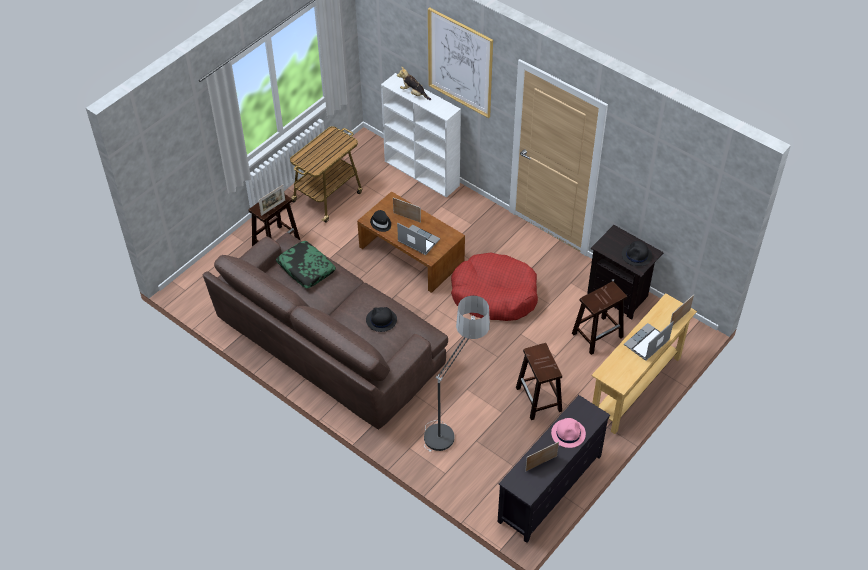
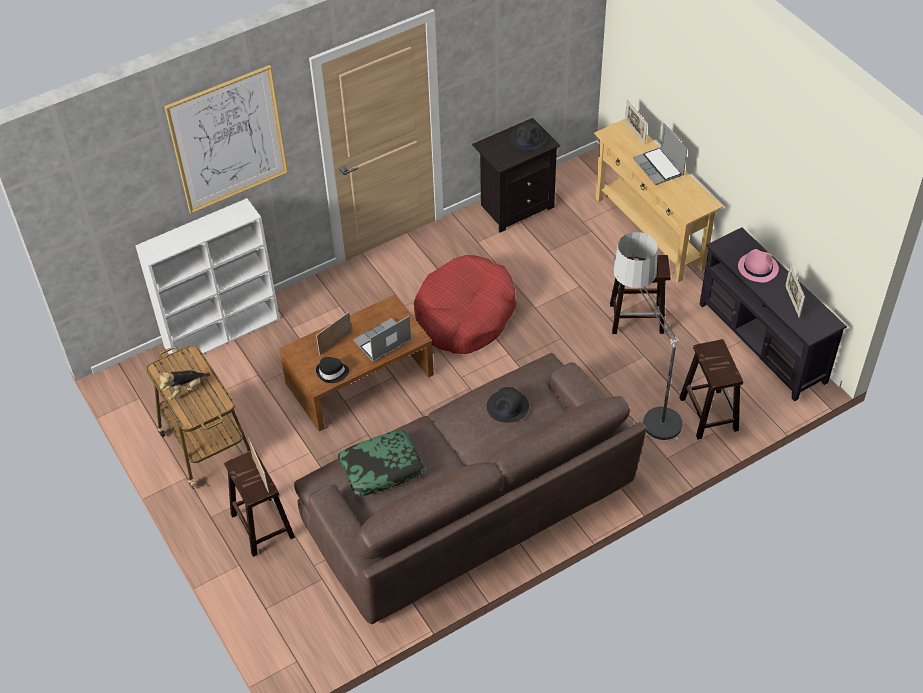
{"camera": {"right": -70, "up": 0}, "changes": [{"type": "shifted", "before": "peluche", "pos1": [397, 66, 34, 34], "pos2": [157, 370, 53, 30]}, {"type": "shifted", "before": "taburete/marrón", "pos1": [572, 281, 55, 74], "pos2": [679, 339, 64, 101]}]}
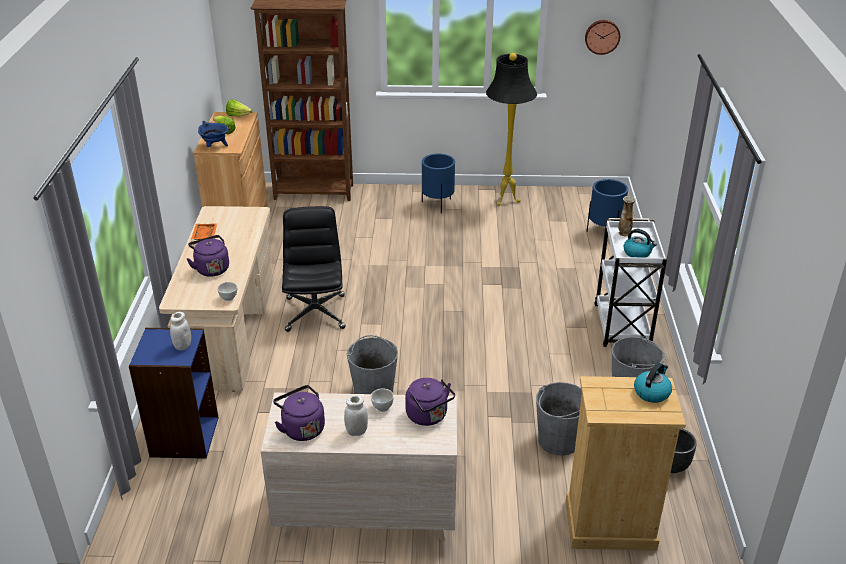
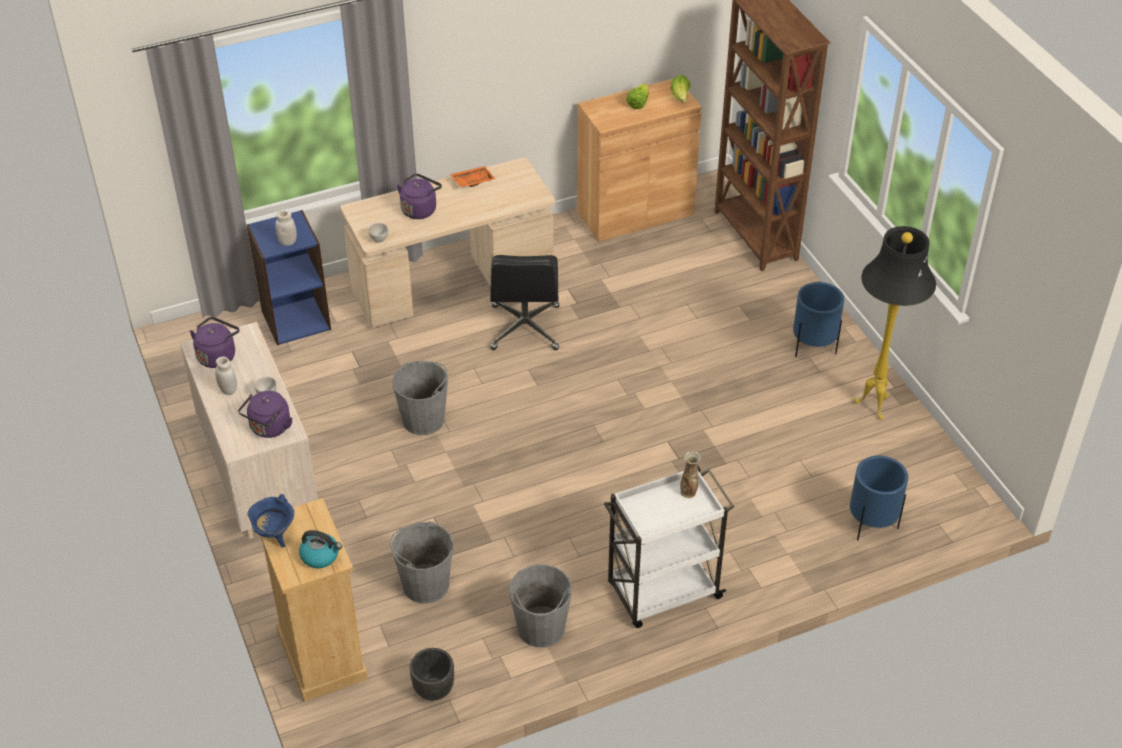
{"camera": {"right": 65, "up": 10}, "changes": [{"type": "shifted", "before": "olla/azul", "pos1": [198, 121, 31, 26], "pos2": [247, 494, 47, 53]}, {"type": "rotated", "before": "silla de oficina/negro", "pos1": [282, 206, 64, 126], "pos2": [490, 255, 69, 95], "turn": 120}, {"type": "gone", "before": "reloj de pared", "pos1": [585, 20, 35, 35]}, {"type": "gone", "before": "hervidor", "pos1": [624, 229, 33, 28]}]}
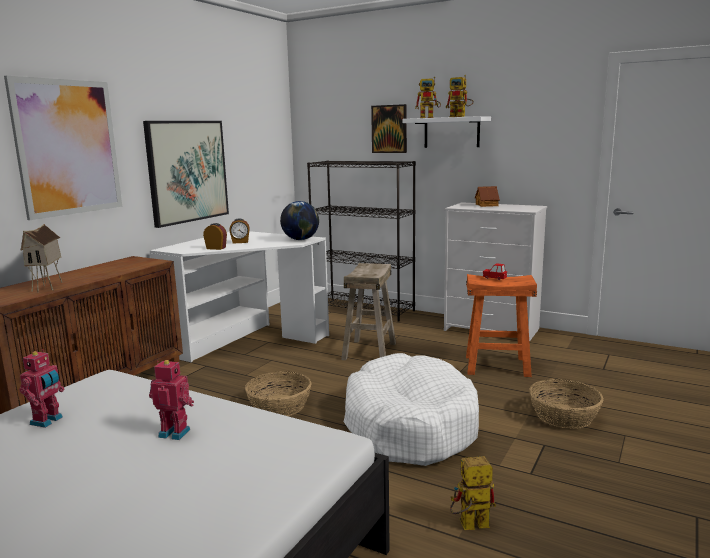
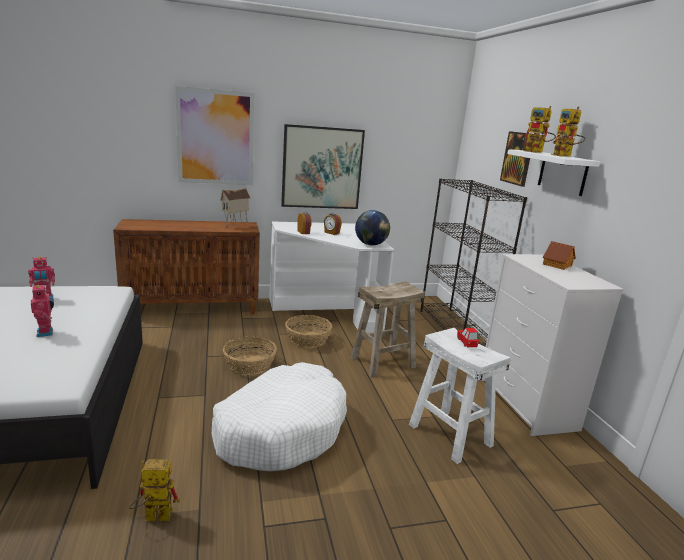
{"camera": {"right": 45, "up": 5}, "changes": [{"type": "shifted", "before": "casita", "pos1": [21, 224, 41, 69], "pos2": [221, 188, 30, 41]}, {"type": "rotated", "before": "robot de juguete", "pos1": [450, 456, 46, 74], "pos2": [129, 459, 51, 62], "turn": -45}, {"type": "repainted", "before": "taburete/naranja", "after": "taburete/blanco", "pos1": [466, 274, 71, 103], "pos2": [409, 328, 102, 136]}, {"type": "shifted", "before": "cesta", "pos1": [529, 379, 75, 50], "pos2": [285, 315, 47, 33]}]}
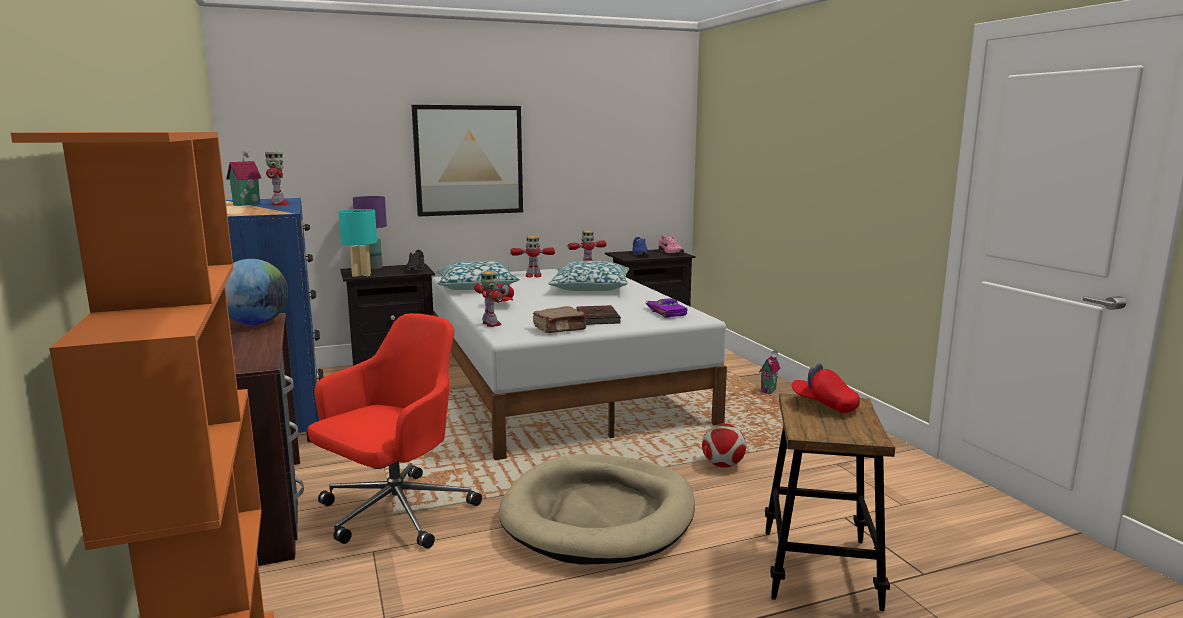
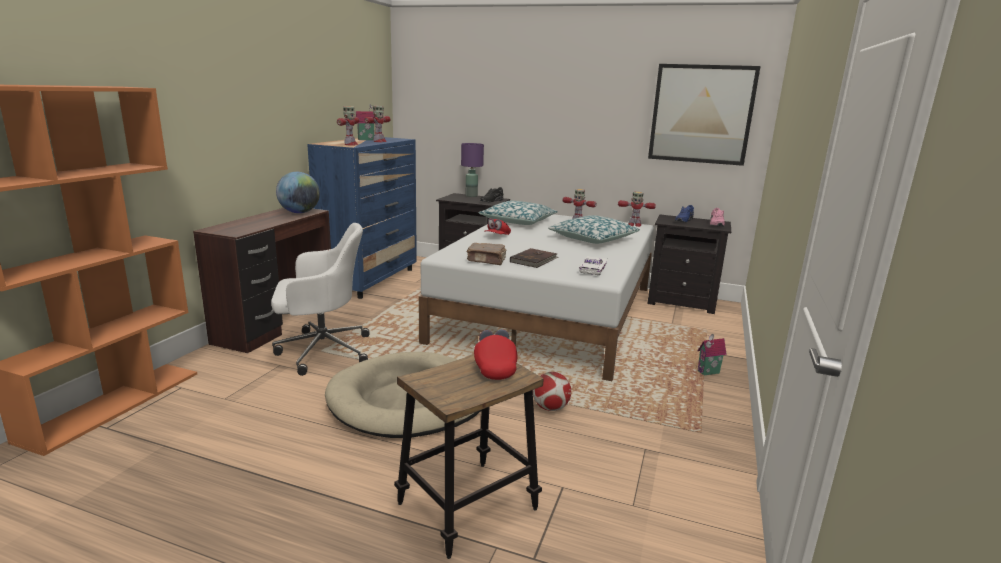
{"camera": {"right": 40, "up": 5}, "changes": [{"type": "repainted", "before": "silla de oficina/rojo", "after": "silla de oficina/blanco", "pos1": [307, 313, 175, 236], "pos2": [271, 223, 98, 153]}, {"type": "gone", "before": "lámpara de mesa/turquesa", "pos1": [339, 209, 38, 68]}, {"type": "shifted", "before": "cuadro", "pos1": [412, 105, 111, 112], "pos2": [648, 64, 113, 102]}, {"type": "shifted", "before": "robot de juguete", "pos1": [474, 271, 30, 56], "pos2": [337, 106, 22, 39]}, {"type": "repainted", "before": "coche de juguete/morado", "after": "coche de juguete/blanco", "pos1": [646, 299, 42, 19], "pos2": [579, 256, 28, 19]}]}
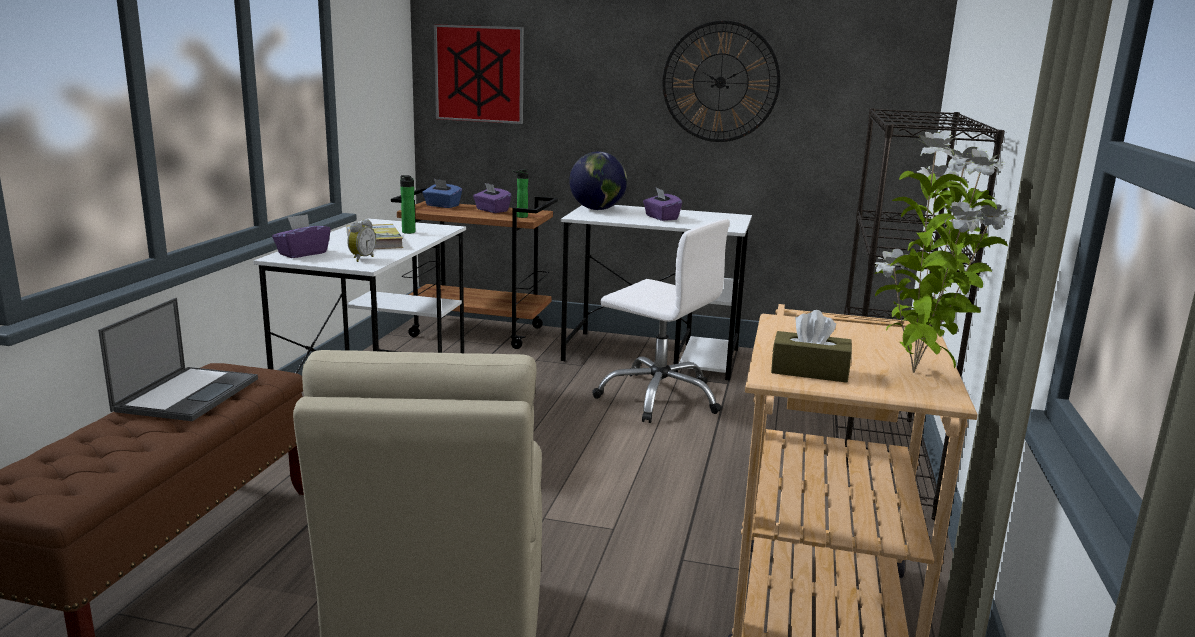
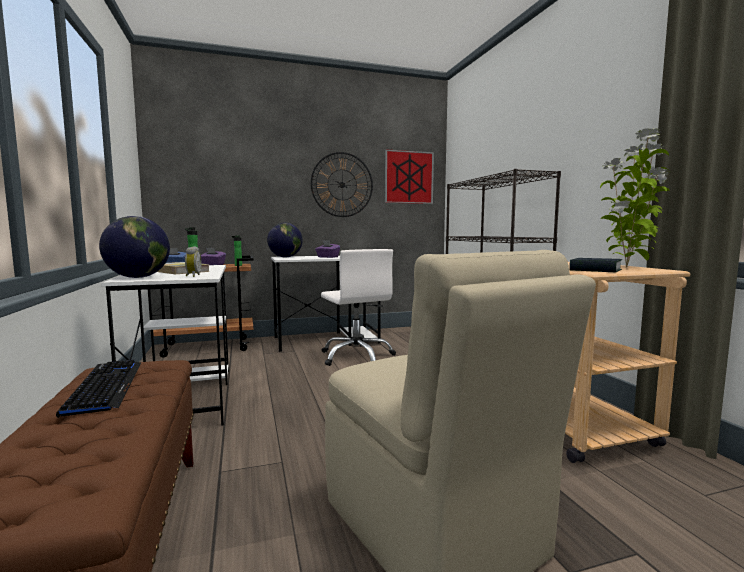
{"camera": {"right": -30, "up": -10}, "changes": [{"type": "swapped", "before": "portátil", "after": "teclado", "pos1": [98, 298, 160, 123], "pos2": [56, 360, 85, 58]}, {"type": "swapped", "before": "caja de pañuelos/morado", "after": "globo terráqueo", "pos1": [272, 214, 59, 44], "pos2": [99, 216, 71, 62]}, {"type": "shifted", "before": "cuadro", "pos1": [434, 24, 90, 100], "pos2": [385, 150, 49, 54]}, {"type": "rotated", "before": "silla de oficina/blanco", "pos1": [592, 219, 138, 204], "pos2": [321, 249, 75, 117], "turn": 60}, {"type": "swapped", "before": "caja de pañuelos/marrón", "after": "libro", "pos1": [771, 310, 81, 73], "pos2": [569, 258, 53, 14]}]}
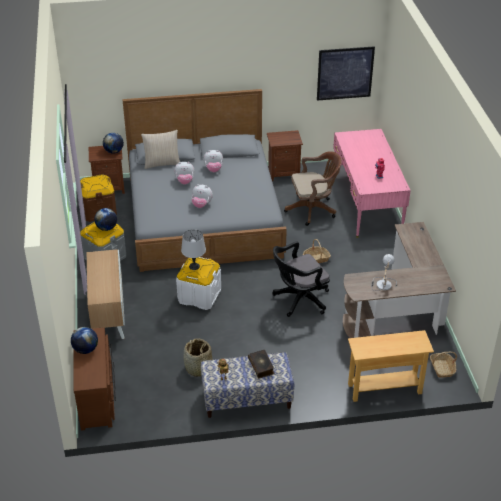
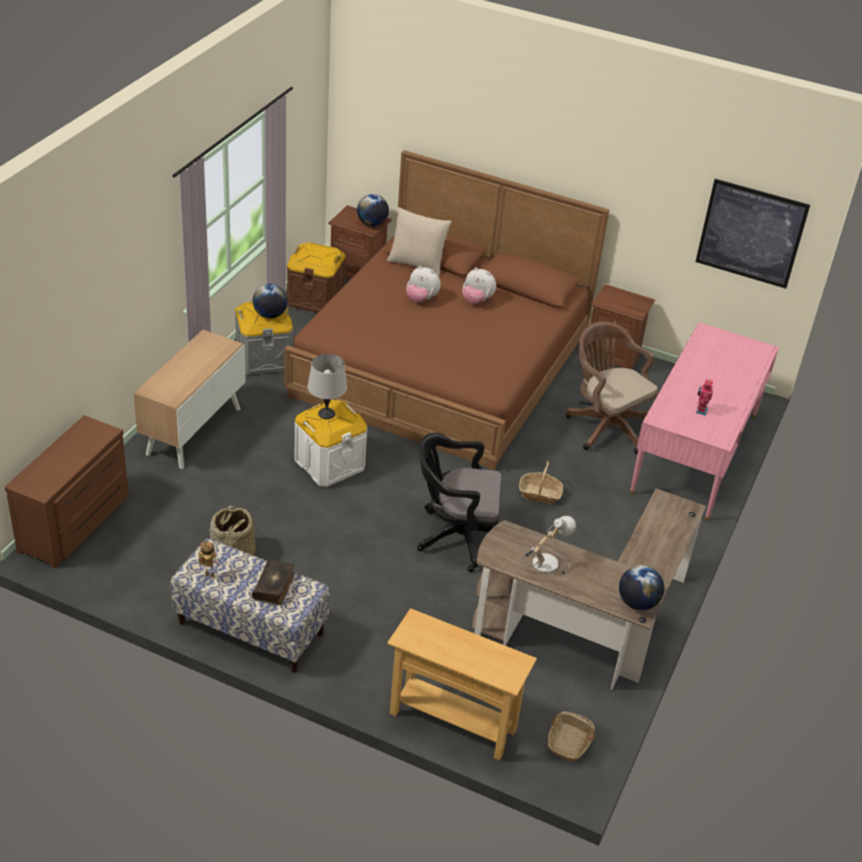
{"camera": {"right": 30, "up": 0}, "changes": [{"type": "shifted", "before": "globo terráqueo", "pos1": [71, 327, 27, 27], "pos2": [619, 565, 45, 45]}, {"type": "repainted", "before": "cama/gris", "after": "cama/marrón", "pos1": [122, 89, 165, 183], "pos2": [284, 150, 326, 320]}, {"type": "gone", "before": "peluche", "pos1": [191, 184, 22, 24]}, {"type": "rotated", "before": "silla de oficina/marrón", "pos1": [284, 151, 58, 75], "pos2": [566, 321, 92, 133], "turn": -150}]}
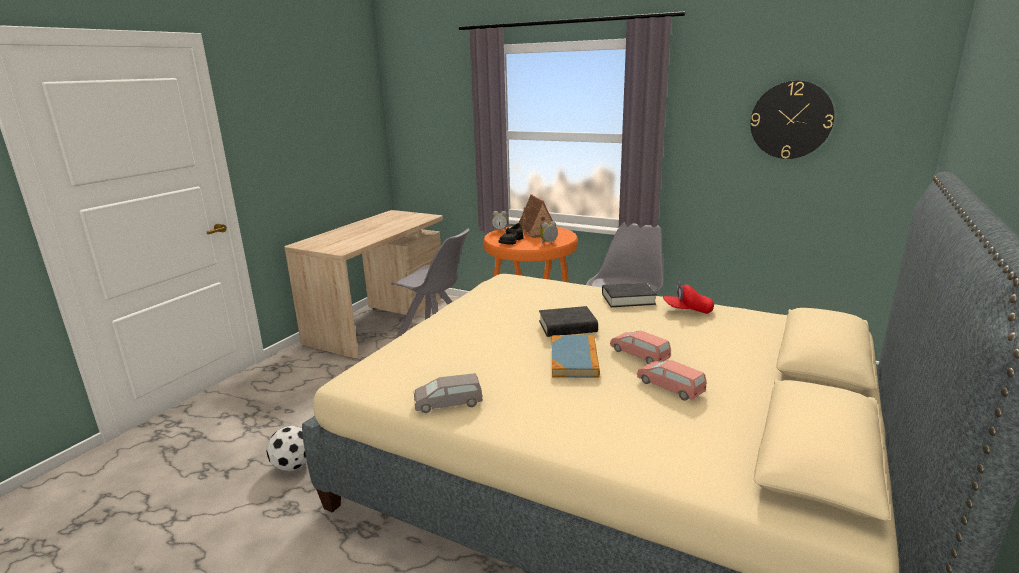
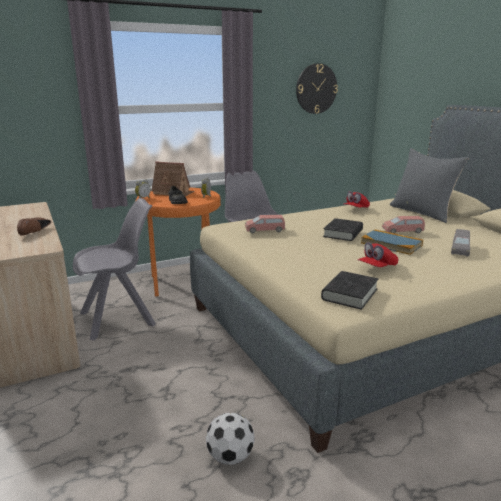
{"camera": {"right": -55, "up": 0}, "changes": [{"type": "shifted", "before": "coche de juguete/gris", "pos1": [414, 373, 69, 40], "pos2": [451, 229, 19, 28]}, {"type": "shifted", "before": "libro/negro", "pos1": [602, 282, 55, 25], "pos2": [321, 271, 57, 39]}, {"type": "shifted", "before": "coche de juguete/rosa", "pos1": [637, 360, 70, 41], "pos2": [245, 215, 40, 18]}, {"type": "new", "after": "zapato/marrón", "pos2": [17, 217, 34, 19]}, {"type": "new", "after": "gorra/rojo", "pos2": [358, 242, 40, 25]}, {"type": "new", "after": "cojín/gris", "pos2": [390, 148, 79, 75]}]}
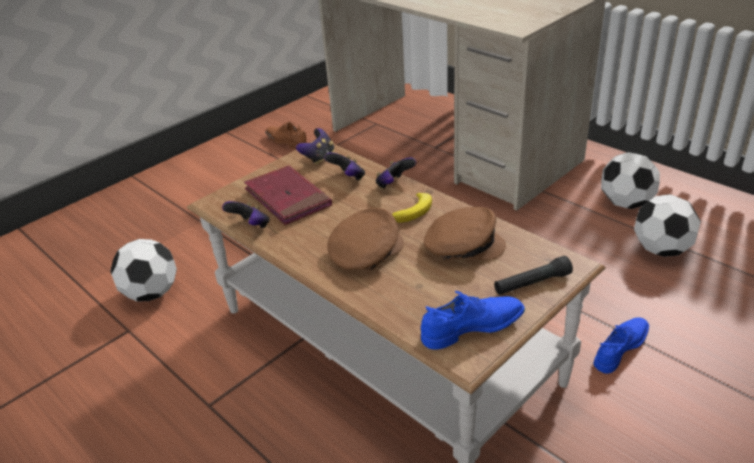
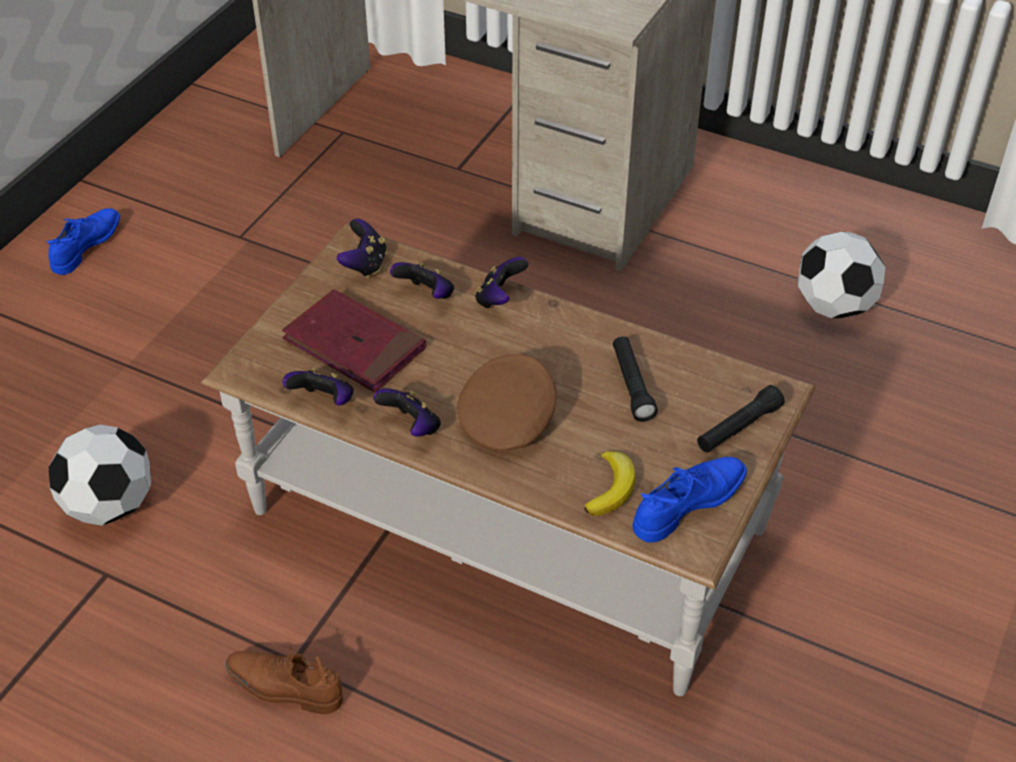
{"camera": {"right": -20, "up": 10}, "changes": [{"type": "shifted", "before": "zapato/marrón", "pos1": [265, 121, 42, 28], "pos2": [225, 646, 118, 68]}, {"type": "shifted", "before": "plátano", "pos1": [392, 193, 40, 30], "pos2": [584, 451, 52, 65]}, {"type": "swapped", "before": "gorra/marrón", "after": "linterna/negro", "pos1": [424, 207, 82, 53], "pos2": [613, 336, 45, 86]}, {"type": "shifted", "before": "zapato/azul", "pos1": [594, 317, 55, 57], "pos2": [46, 208, 74, 67]}, {"type": "gone", "before": "balón de fútbol", "pos1": [601, 152, 59, 57]}, {"type": "new", "after": "mando de consola", "pos2": [373, 388, 68, 49]}]}
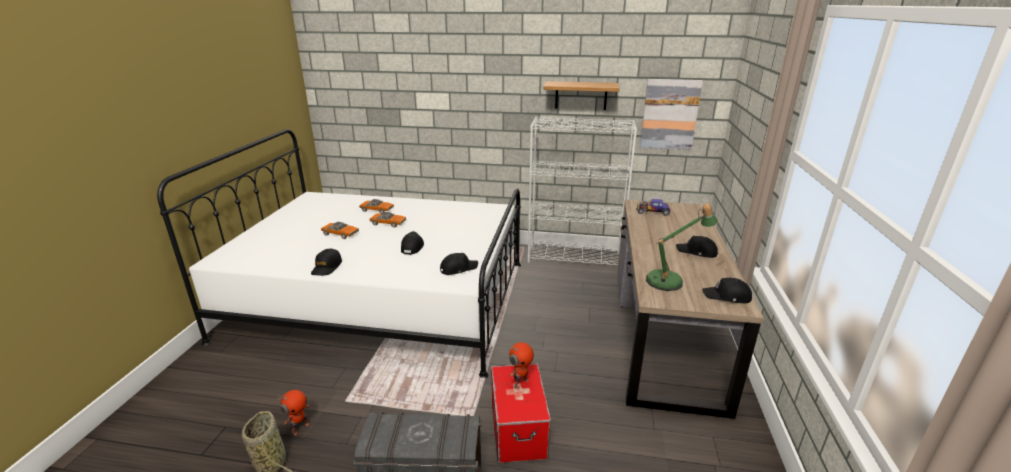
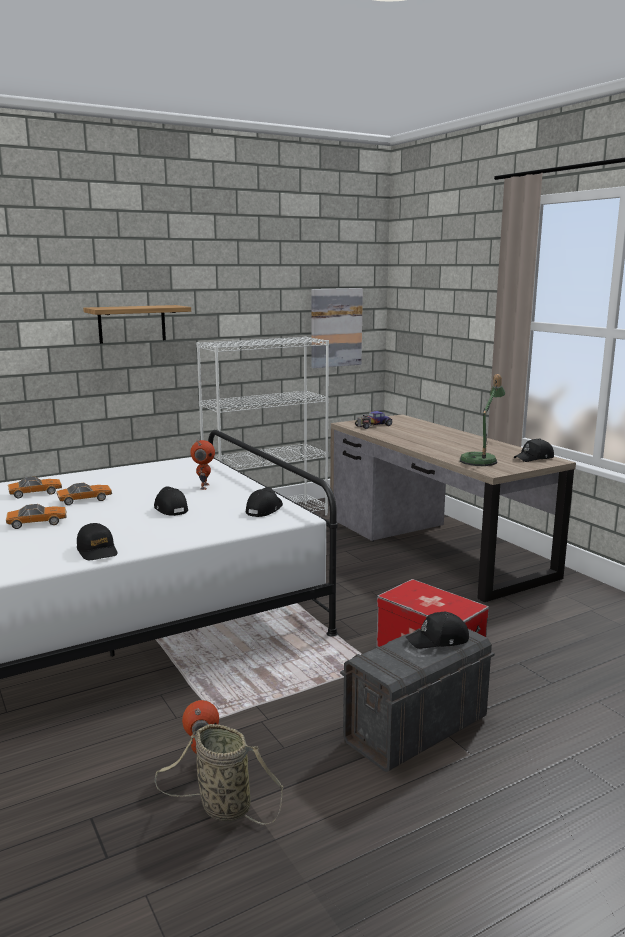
{"camera": {"right": -40, "up": -10}, "changes": [{"type": "shifted", "before": "robot de juguete", "pos1": [509, 342, 25, 47], "pos2": [190, 439, 25, 51]}, {"type": "shifted", "before": "estante", "pos1": [543, 81, 77, 29], "pos2": [83, 305, 108, 39]}, {"type": "shifted", "before": "gorra/negro", "pos1": [676, 236, 42, 22], "pos2": [406, 612, 63, 37]}]}
